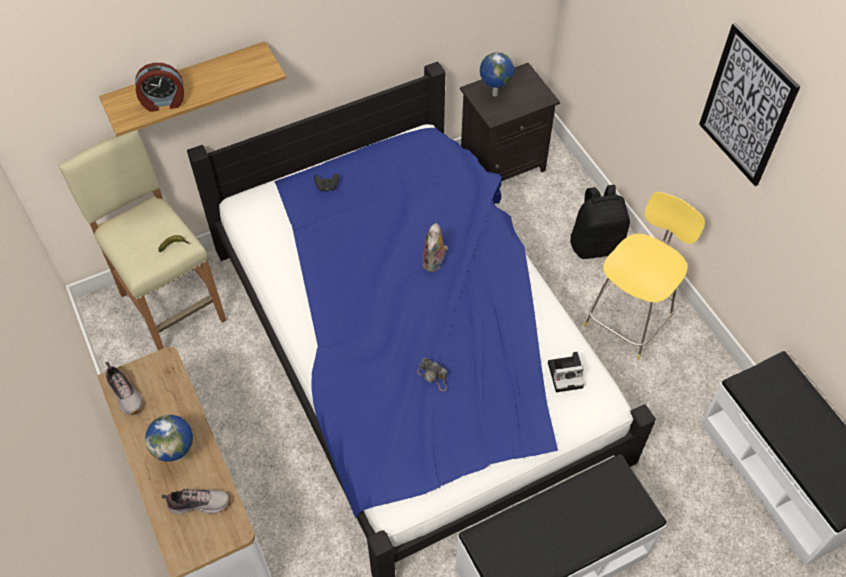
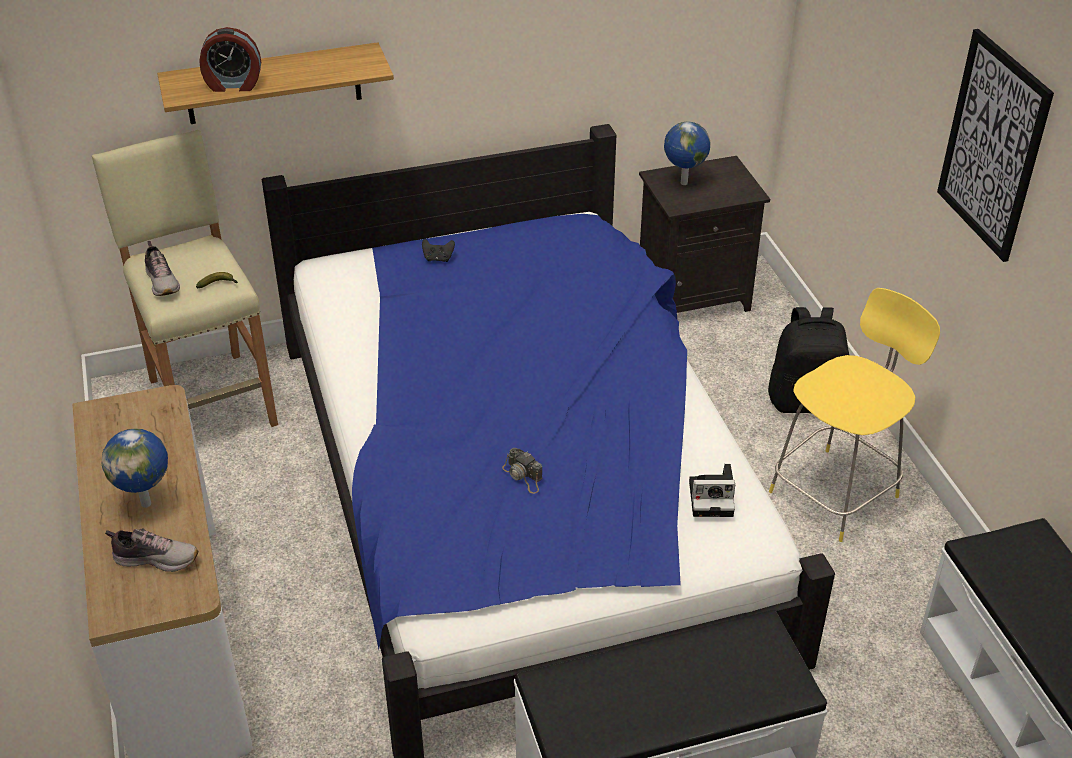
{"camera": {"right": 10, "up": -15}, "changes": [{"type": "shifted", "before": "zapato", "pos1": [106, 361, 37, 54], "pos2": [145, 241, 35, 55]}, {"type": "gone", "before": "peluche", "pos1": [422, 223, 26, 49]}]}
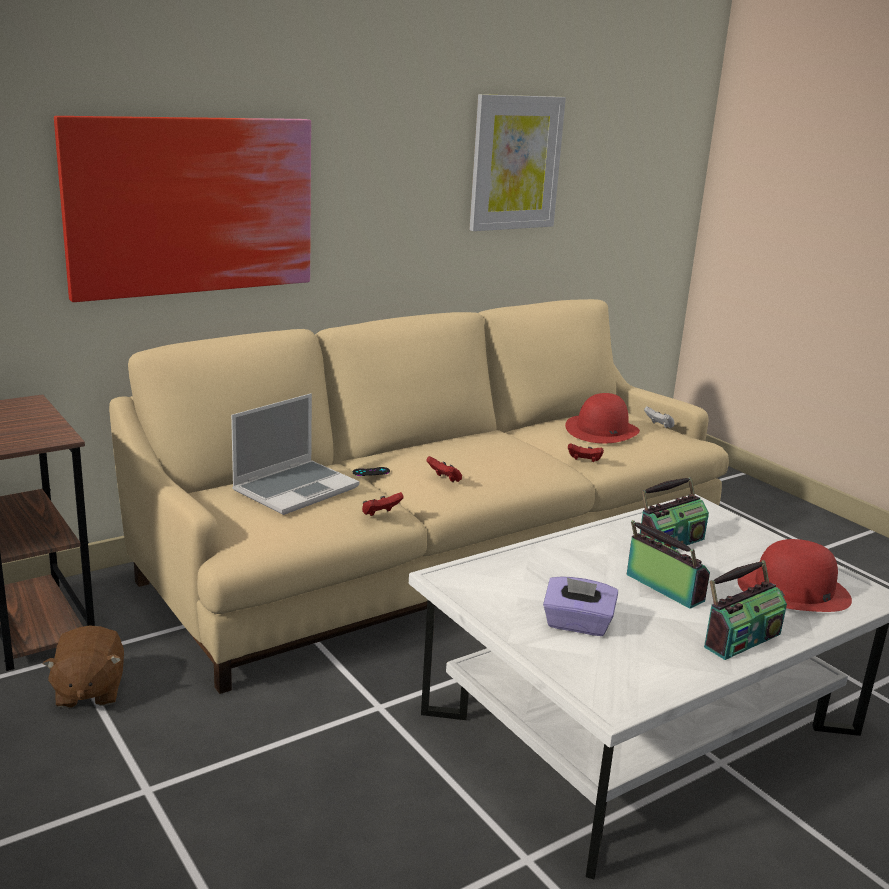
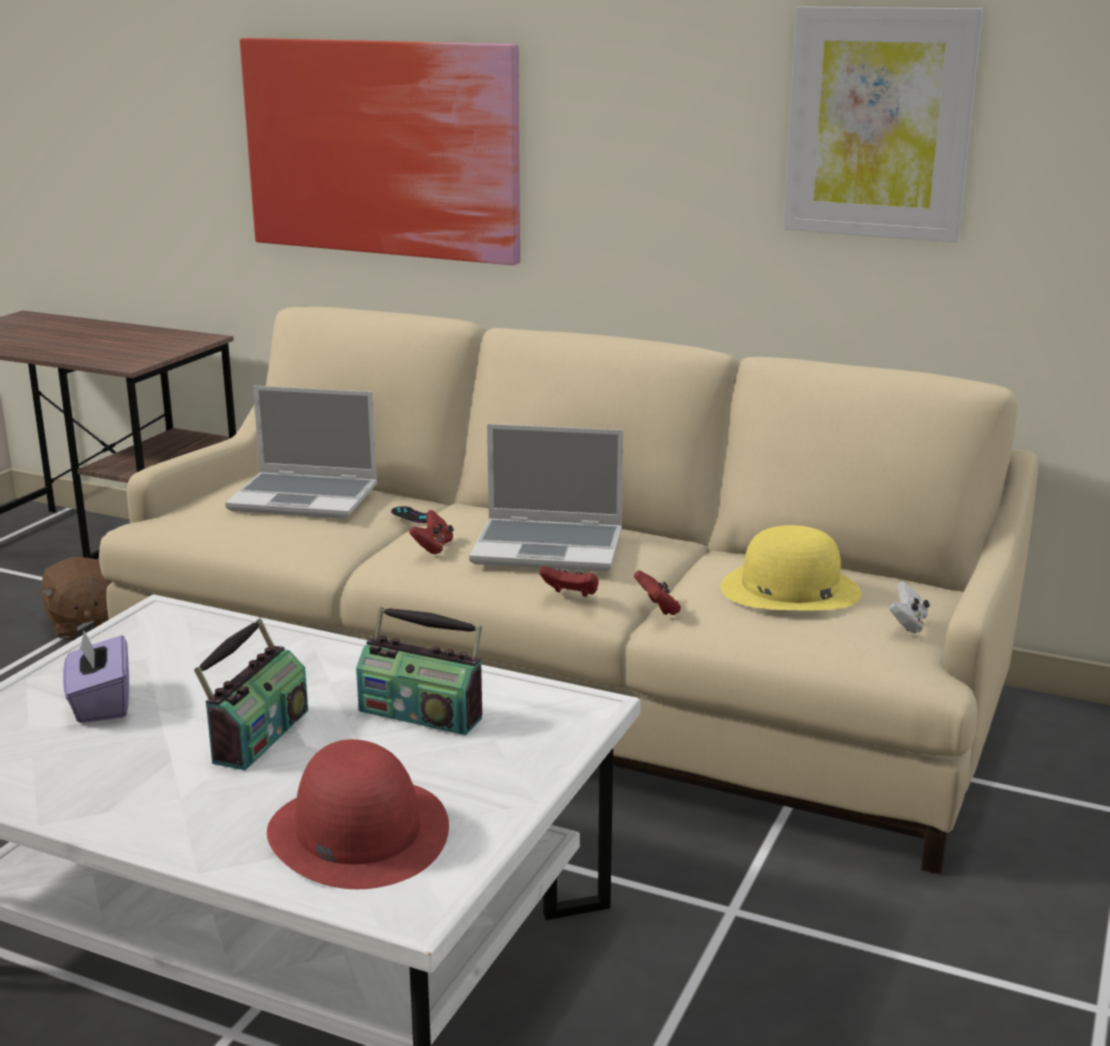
{"camera": {"right": 60, "up": 0}, "changes": [{"type": "rotated", "before": "peluche/marrón", "pos1": [43, 625, 81, 83], "pos2": [41, 557, 71, 82], "turn": -75}, {"type": "shifted", "before": "mando de consola/rojo", "pos1": [362, 492, 42, 24], "pos2": [540, 566, 59, 31]}, {"type": "repainted", "before": "sombrero/rojo", "after": "sombrero/amarillo", "pos1": [565, 393, 75, 51], "pos2": [721, 525, 140, 85]}, {"type": "gone", "before": "radio", "pos1": [704, 560, 83, 100]}, {"type": "new", "after": "portátil", "pos2": [469, 424, 154, 148]}]}
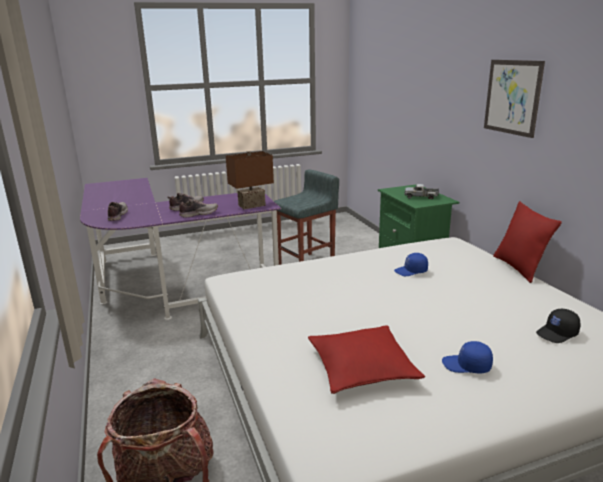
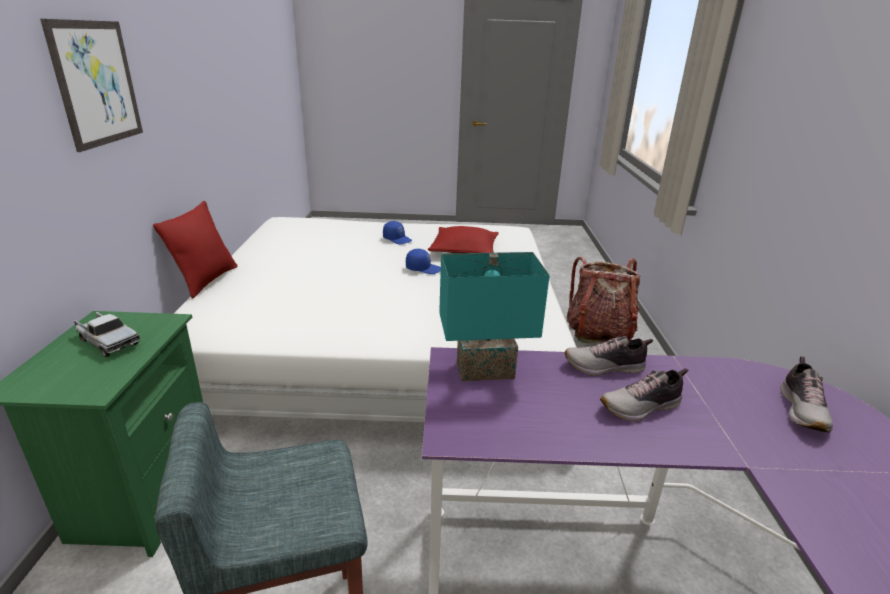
{"camera": {"right": -160, "up": 5}, "changes": [{"type": "repainted", "before": "lámpara de mesa/marrón", "after": "lámpara de mesa/turquesa", "pos1": [226, 151, 48, 58], "pos2": [439, 252, 111, 129]}, {"type": "shifted", "before": "gorra/azul", "pos1": [394, 253, 34, 23], "pos2": [406, 249, 35, 25]}, {"type": "gone", "before": "gorra/negro", "pos1": [536, 309, 44, 34]}]}
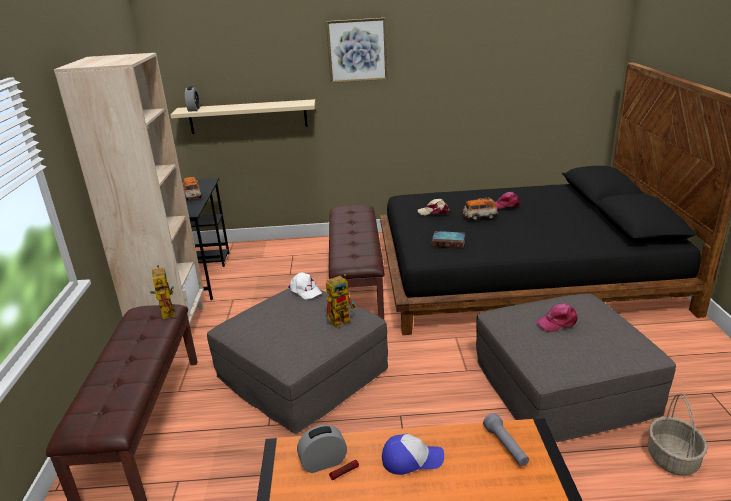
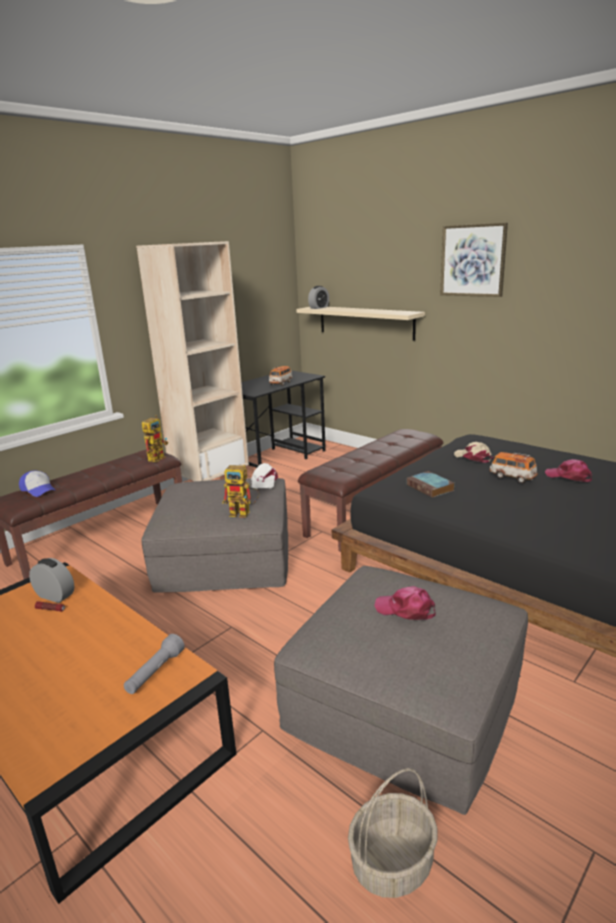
{"camera": {"right": 45, "up": -5}, "changes": [{"type": "shifted", "before": "gorra", "pos1": [382, 434, 62, 41], "pos2": [19, 470, 36, 27]}]}
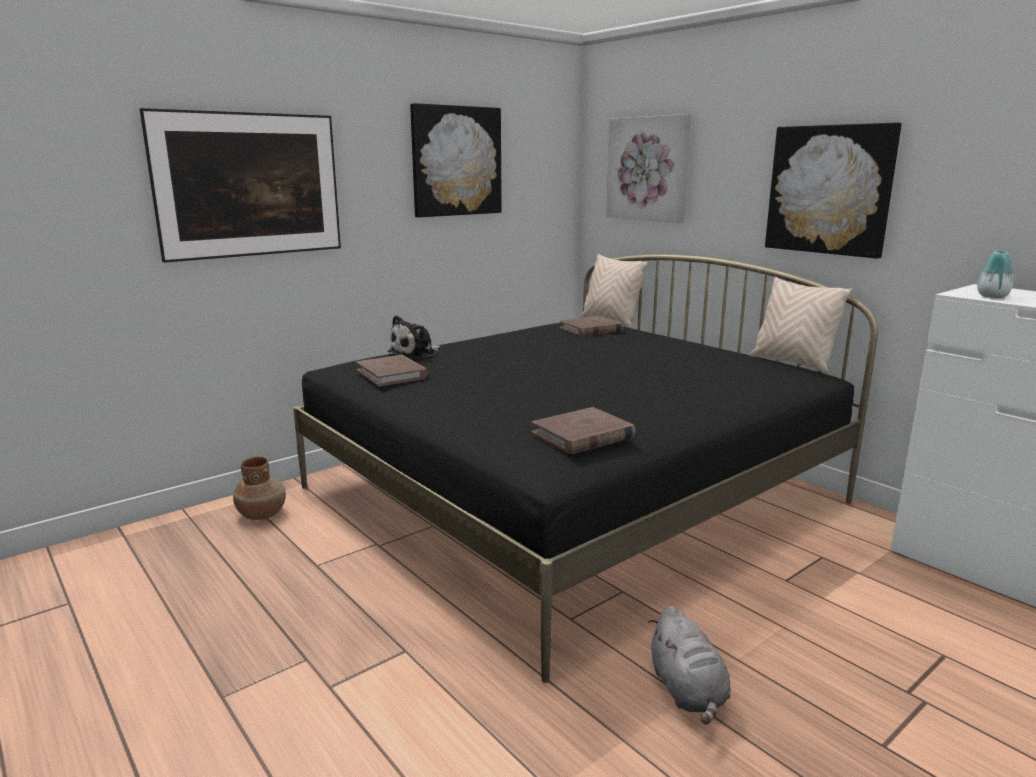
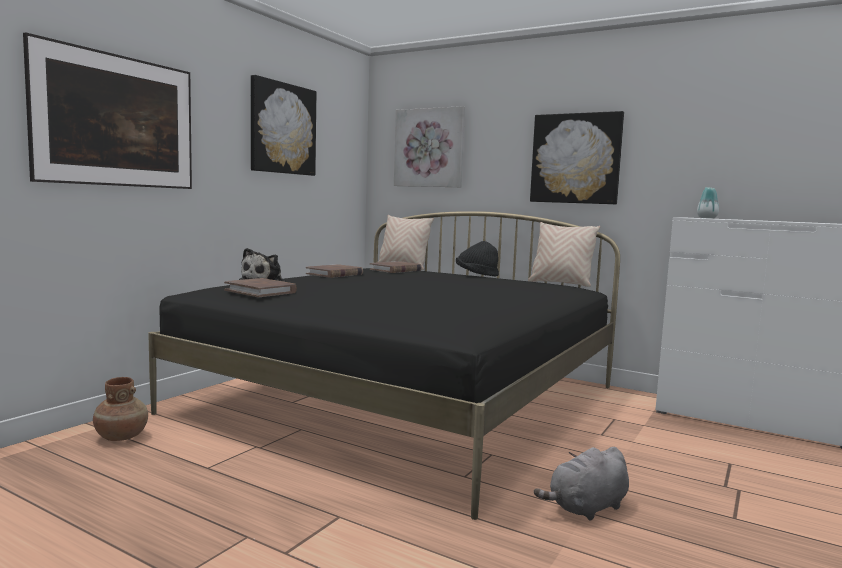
{"camera": {"right": -20, "up": -10}, "changes": [{"type": "shifted", "before": "libro/marrón", "pos1": [532, 407, 103, 47], "pos2": [306, 264, 57, 14]}, {"type": "rotated", "before": "peluche/gris", "pos1": [648, 606, 83, 119], "pos2": [534, 447, 95, 74], "turn": 90}, {"type": "new", "after": "sombrero/negro", "pos2": [456, 241, 43, 36]}]}
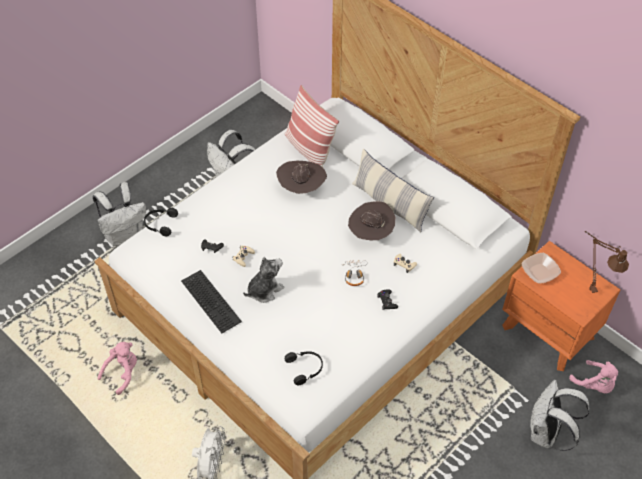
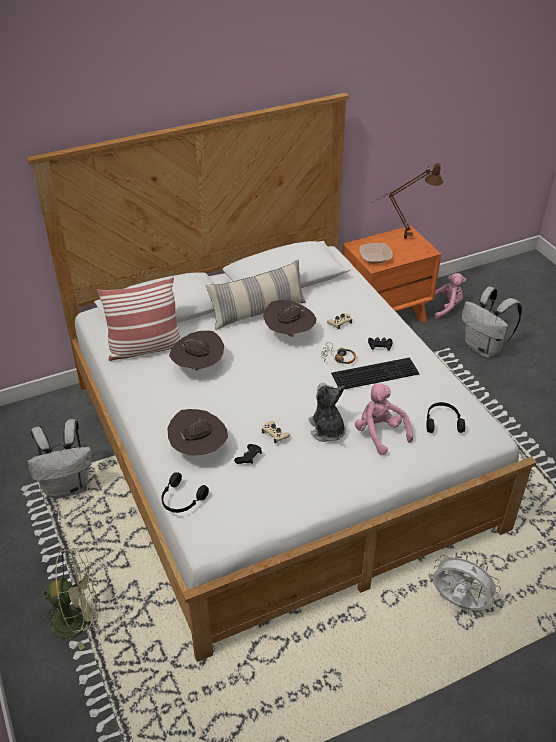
{"camera": {"right": -70, "up": -10}, "changes": [{"type": "swapped", "before": "mochila/blanco", "after": "ventilador/verde", "pos1": [93, 182, 53, 64], "pos2": [40, 548, 60, 102]}, {"type": "shifted", "before": "peluche/rosa", "pos1": [98, 342, 39, 53], "pos2": [355, 383, 58, 72]}, {"type": "shifted", "before": "teclado", "pos1": [181, 270, 61, 63], "pos2": [331, 357, 88, 32]}, {"type": "new", "after": "sombrero/marrón", "pos2": [167, 409, 61, 47]}]}
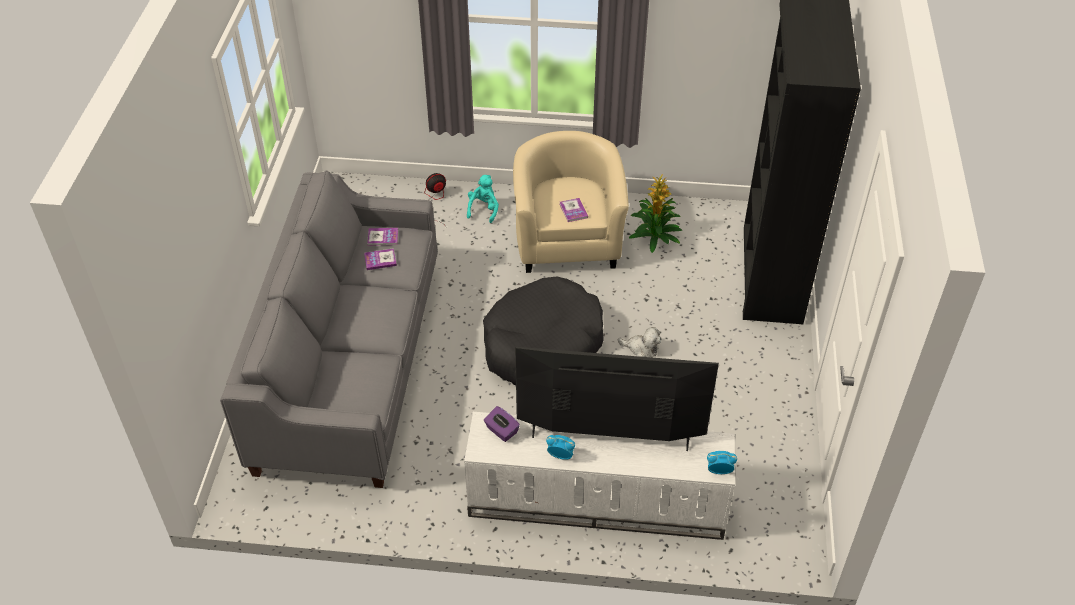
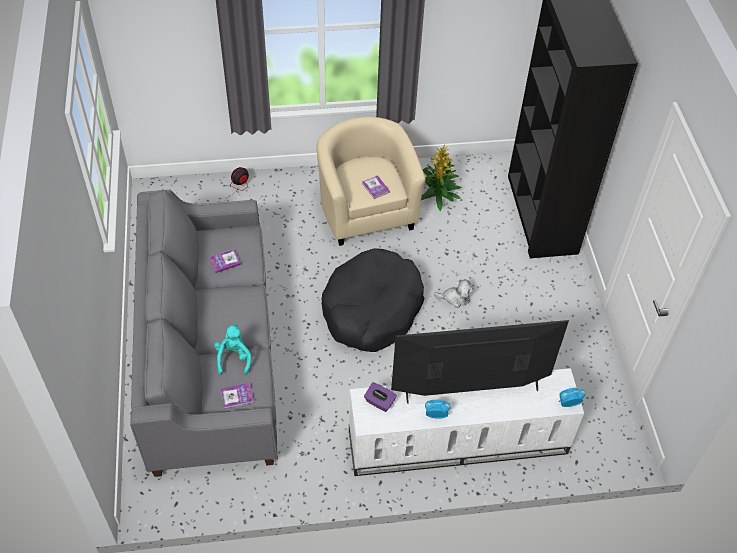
{"camera": {"right": -15, "up": 5}, "changes": [{"type": "shifted", "before": "libro", "pos1": [367, 228, 31, 18], "pos2": [221, 383, 33, 26]}, {"type": "shifted", "before": "peluche/turquesa", "pos1": [467, 175, 32, 48], "pos2": [214, 324, 37, 51]}]}
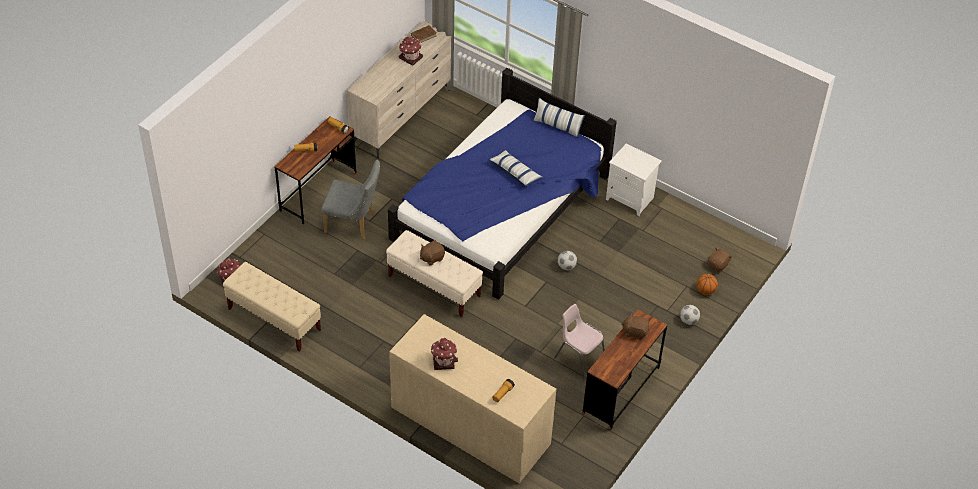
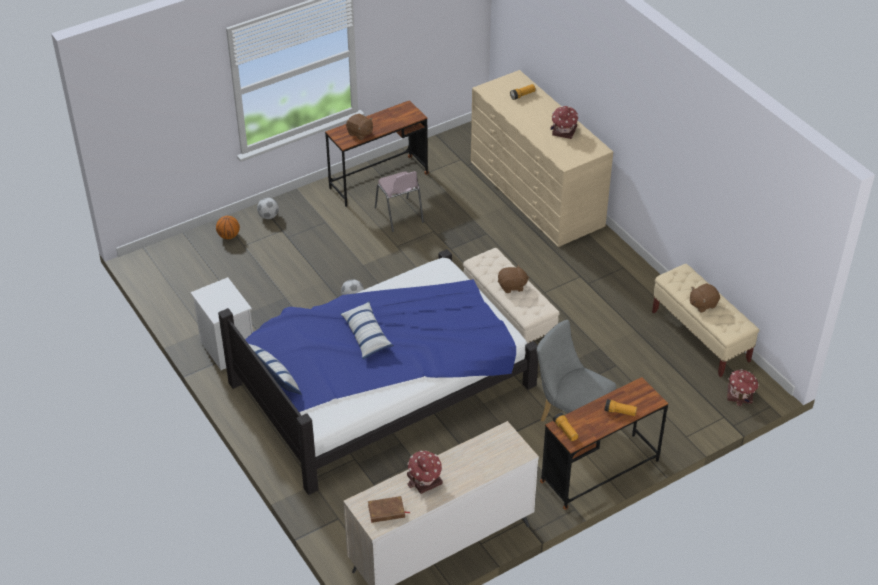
{"camera": {"right": -155, "up": -5}, "changes": [{"type": "shifted", "before": "peluche/marrón", "pos1": [708, 247, 24, 26], "pos2": [690, 283, 30, 30]}]}
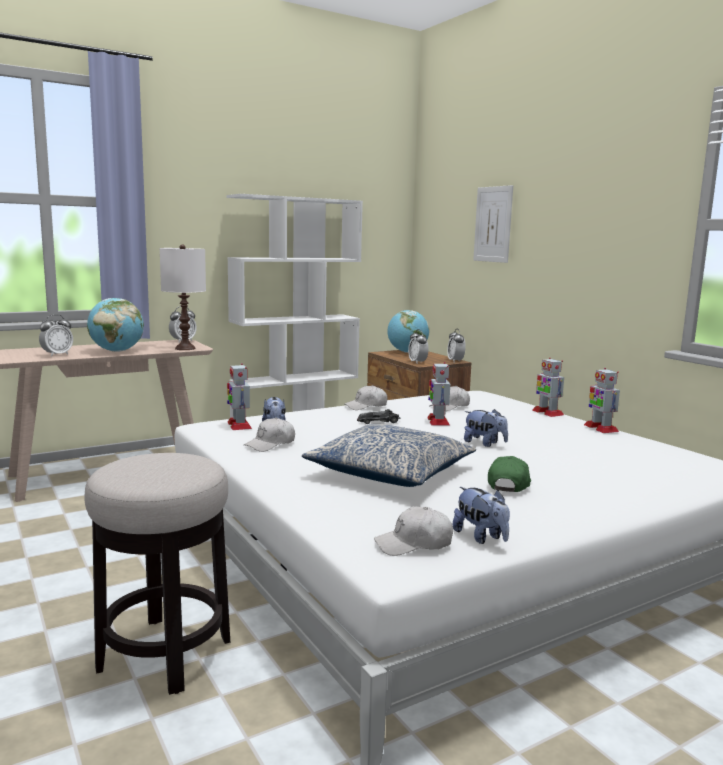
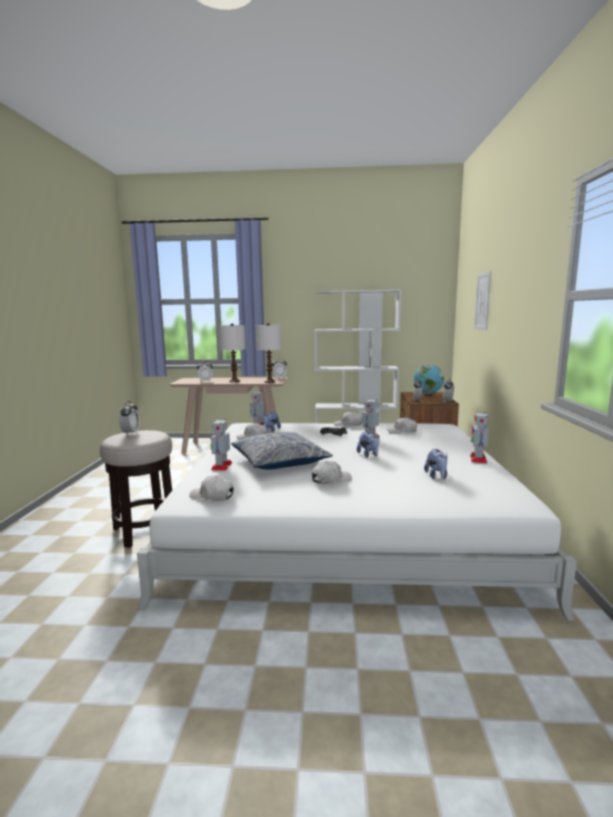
{"camera": {"right": 35, "up": 0}, "changes": [{"type": "swapped", "before": "globo terráqueo", "after": "lámpara de mesa/blanco", "pos1": [87, 298, 57, 54], "pos2": [220, 323, 25, 60]}, {"type": "shifted", "before": "peluche", "pos1": [453, 487, 57, 57], "pos2": [424, 449, 24, 30]}, {"type": "repainted", "before": "gorra/verde", "after": "gorra/blanco", "pos1": [488, 456, 43, 36], "pos2": [312, 461, 40, 23]}, {"type": "shifted", "before": "robot de juguete", "pos1": [532, 357, 32, 60], "pos2": [210, 419, 23, 52]}, {"type": "new", "after": "despertador", "pos2": [119, 401, 21, 34]}]}
